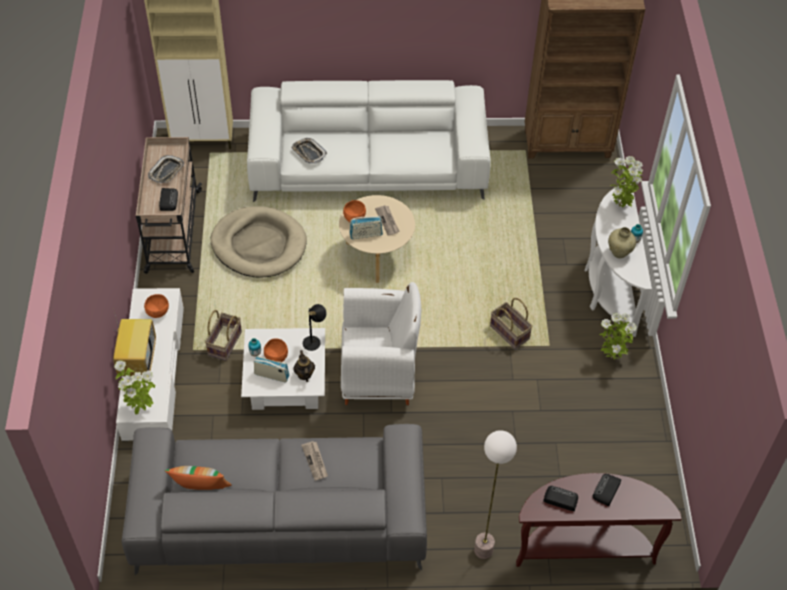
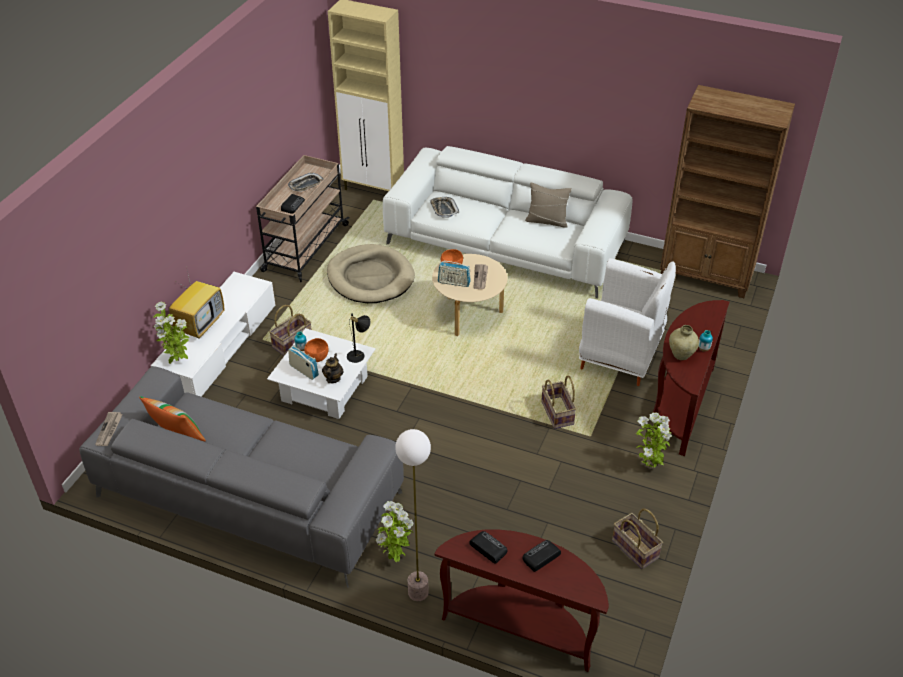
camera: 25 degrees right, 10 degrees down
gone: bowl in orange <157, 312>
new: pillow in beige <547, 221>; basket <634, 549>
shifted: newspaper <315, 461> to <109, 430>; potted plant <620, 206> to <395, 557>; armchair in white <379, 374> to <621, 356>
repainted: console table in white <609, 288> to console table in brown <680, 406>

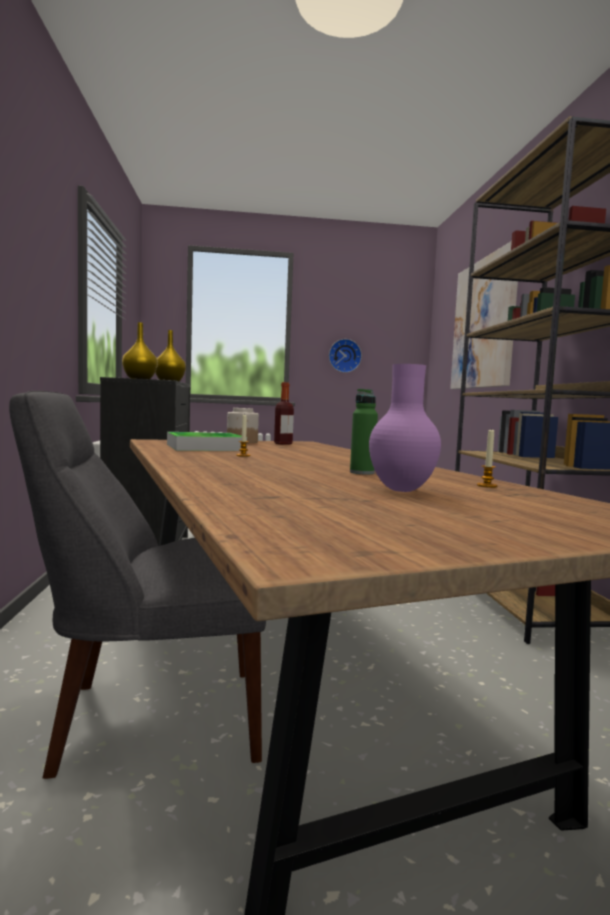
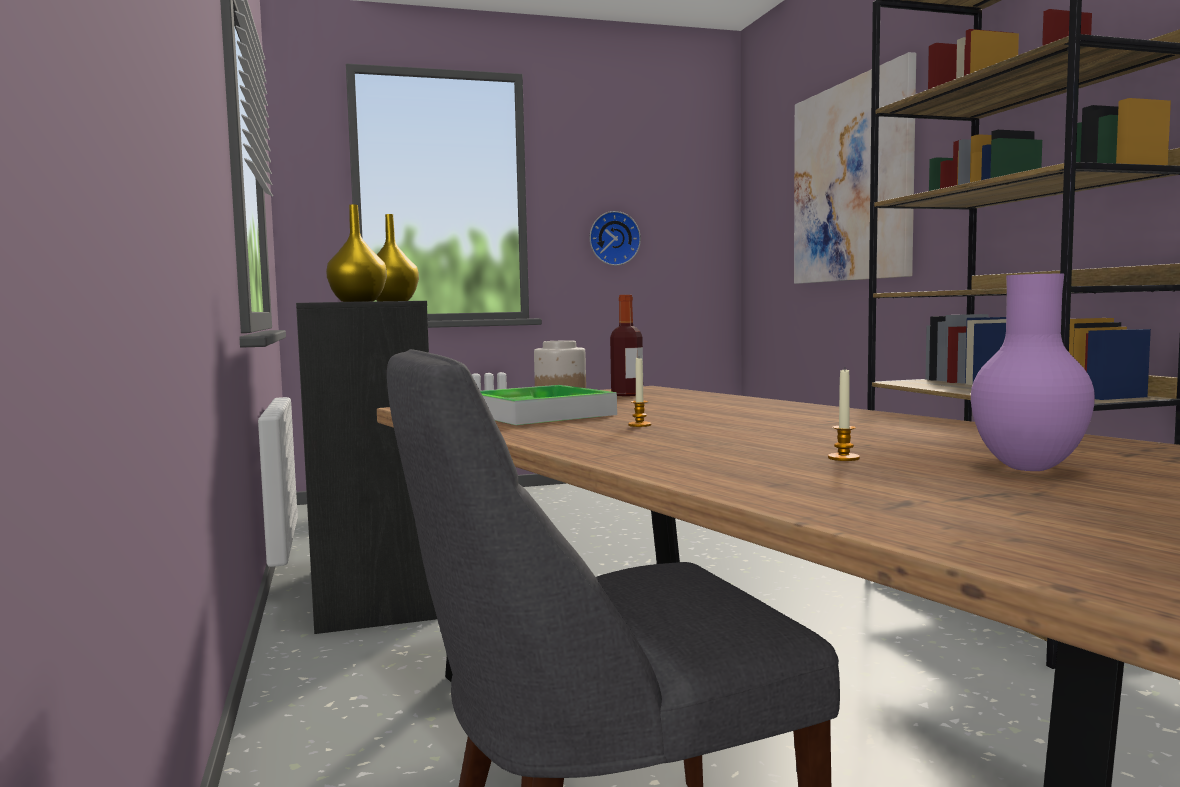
camera: 10 degrees left, 0 degrees up
gone: bottle in green <362, 472>
shifted: candle <487, 486> to <843, 458>

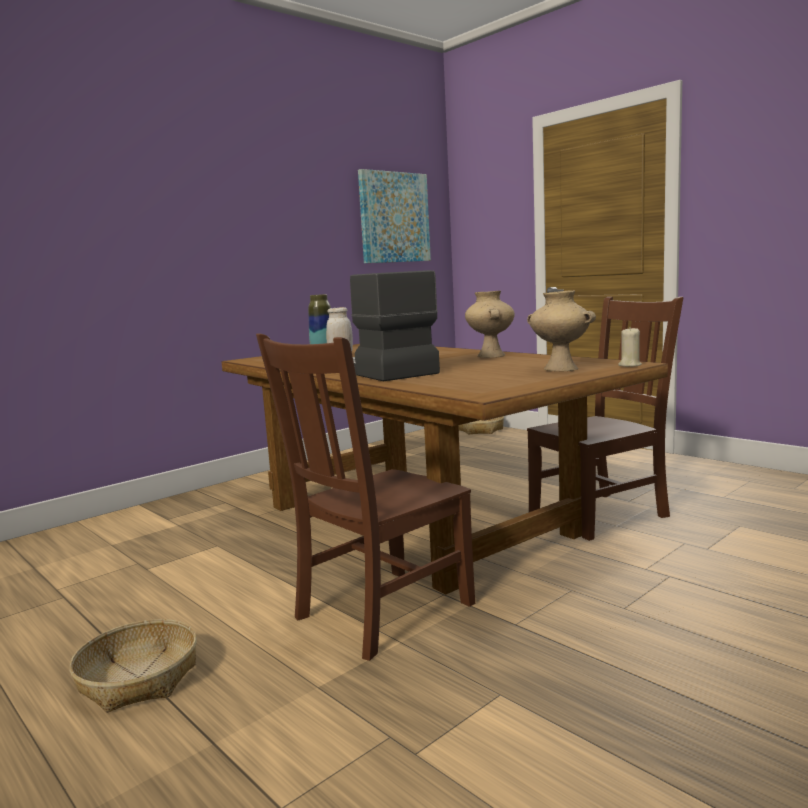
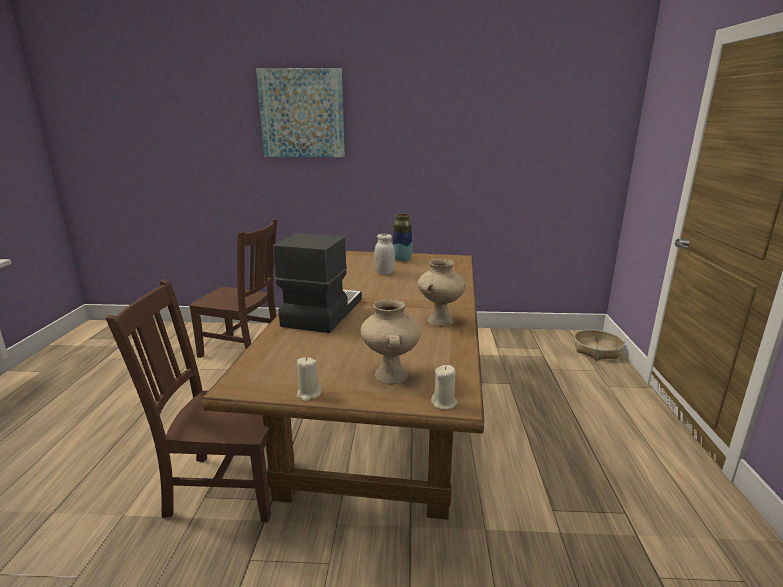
camera: 45 degrees right, 10 degrees up
gone: basket <138, 678>
new: candle in beige <308, 394>
shifted: chair in brown <602, 514> to <243, 350>; picture <394, 217> to <302, 113>

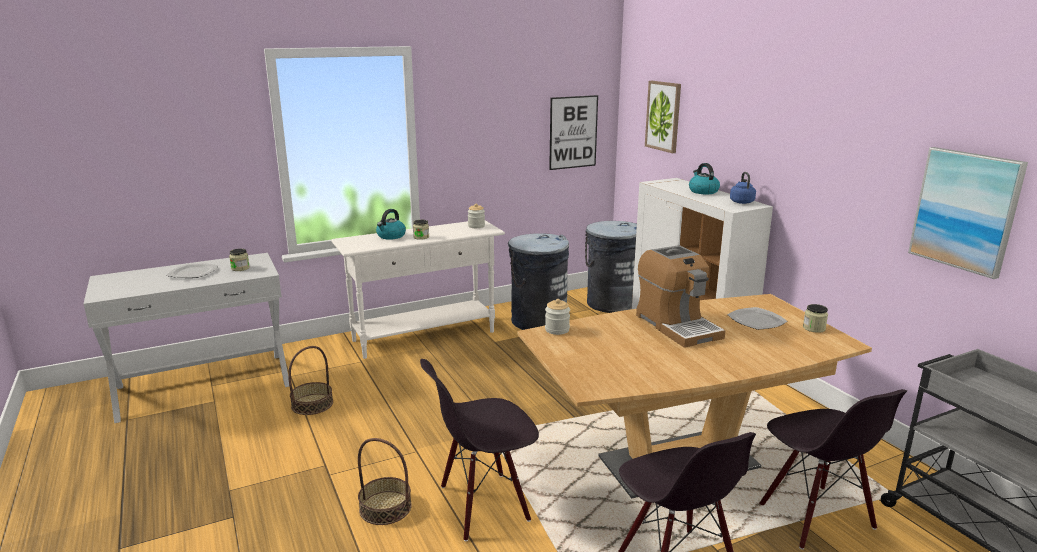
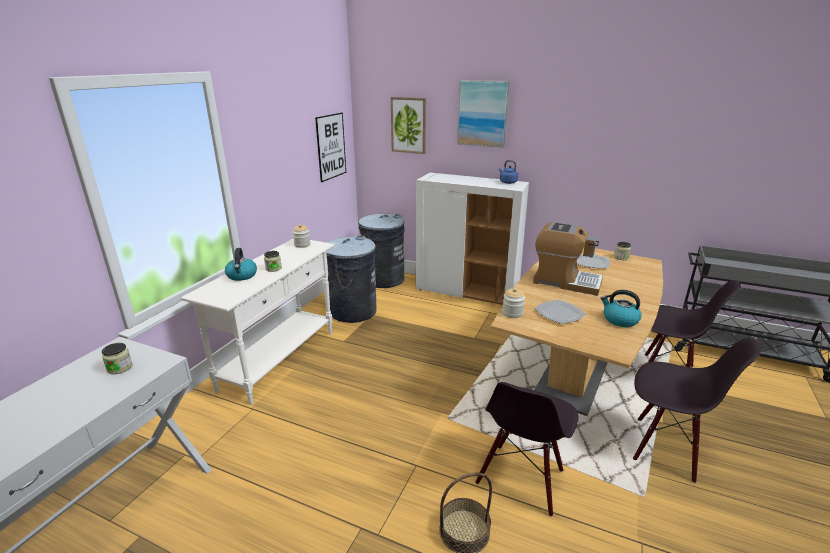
camera: 40 degrees left, 5 degrees up
gone: basket <312, 404>
shifted: picture <965, 210> to <483, 113>; plate <193, 272> to <559, 313>; kettle <703, 191> to <619, 320>

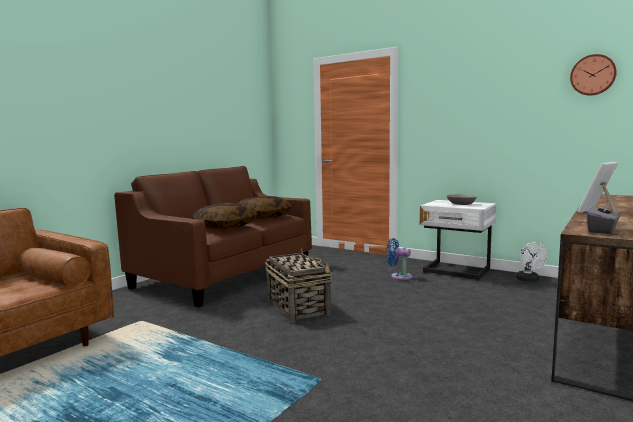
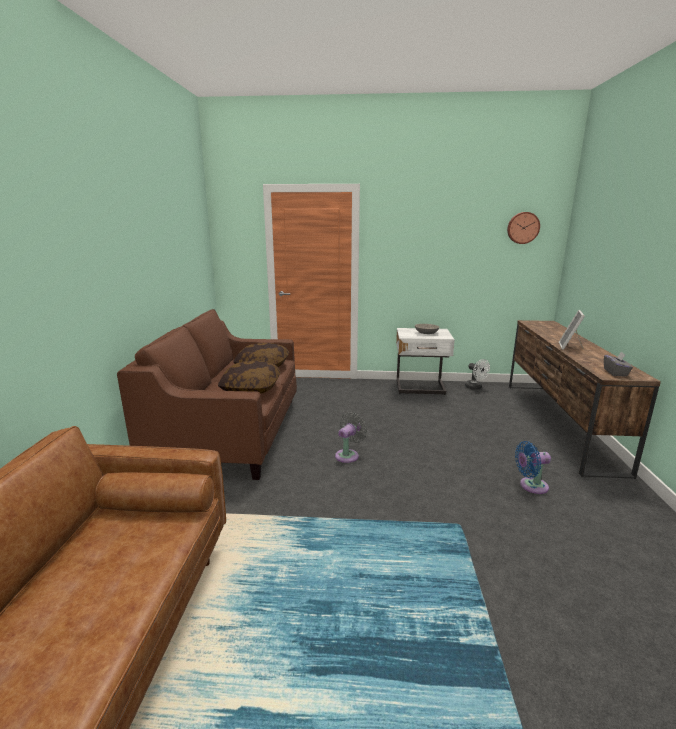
camera: 30 degrees left, 10 degrees up
shifted: fan in blue <399, 276> to <531, 486>
swapped: basket <297, 307> to fan in grey <348, 455>

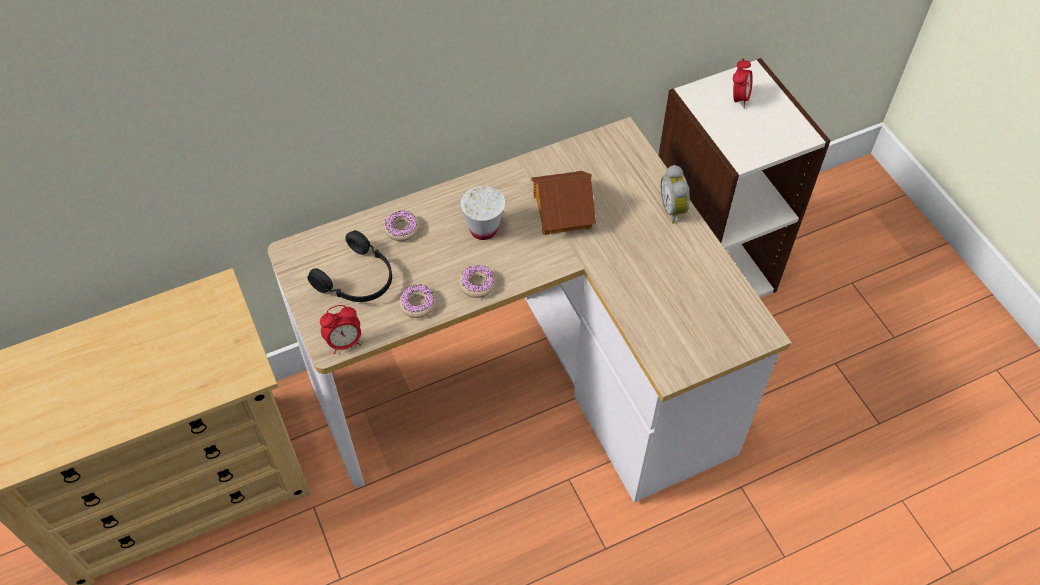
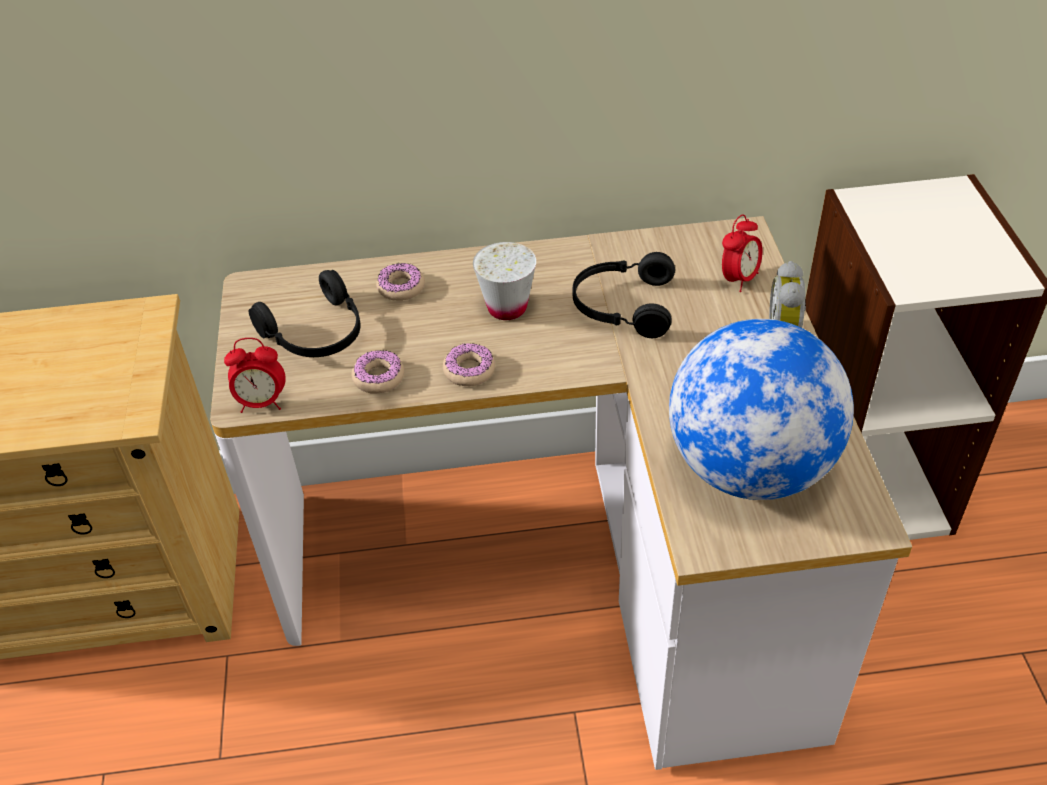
camera: 20 degrees right, 10 degrees down
new: globe <749, 468>
shifted: alarm clock <738, 98> to <739, 279>
swapped: toy house <561, 211> to headphones in black <622, 306>

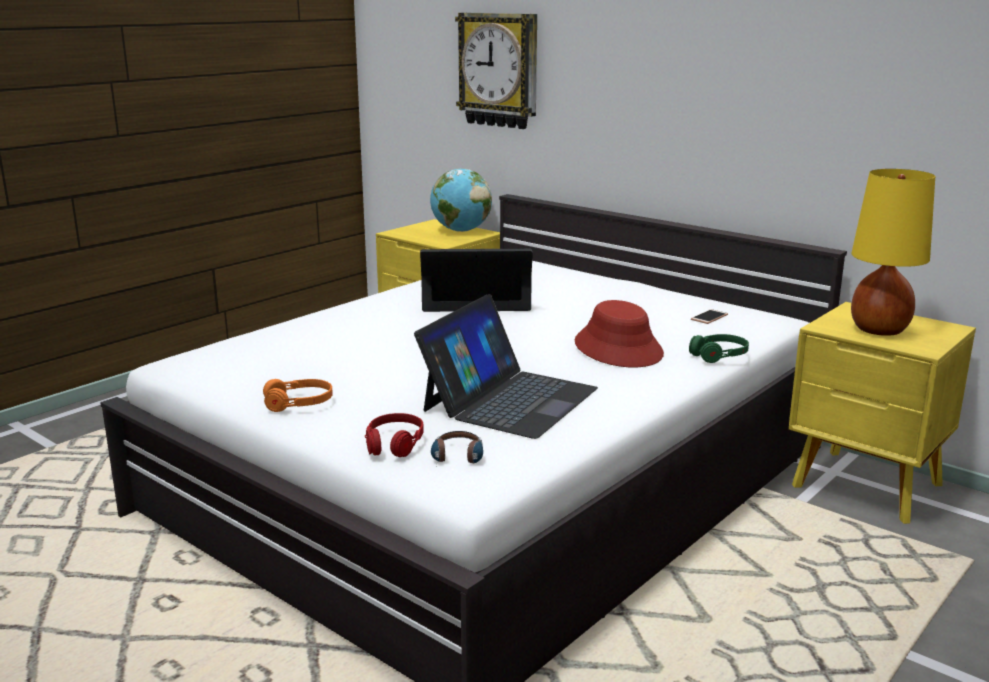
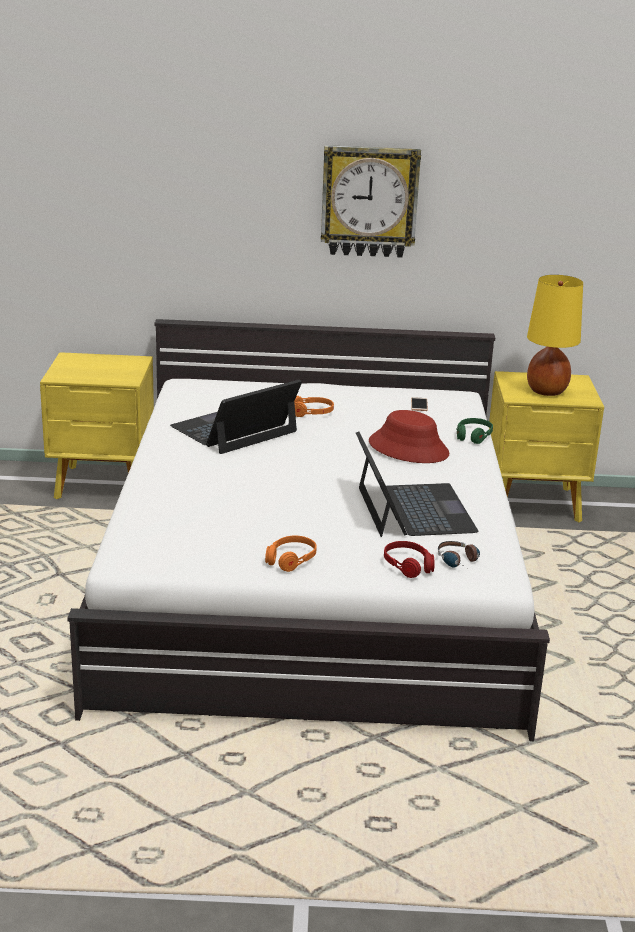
camera: 40 degrees left, 5 degrees up
gone: globe <461, 231>
new: headphones in orange <311, 413>
shifted: wall clock <499, 70> to <369, 201>

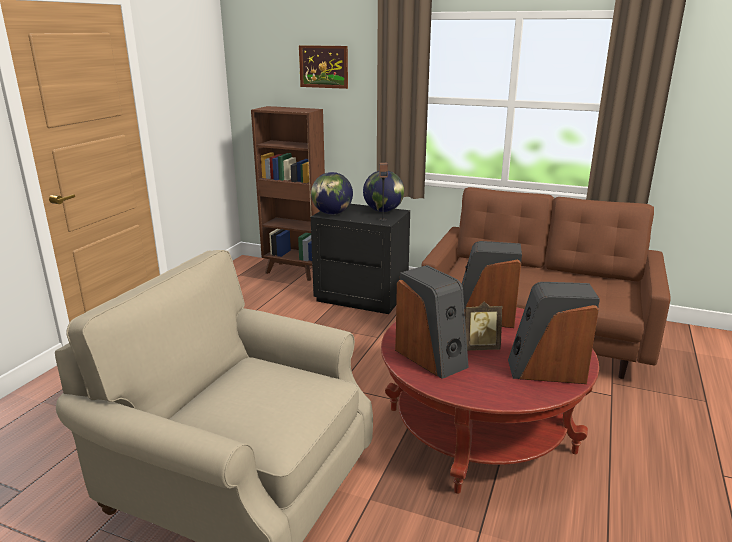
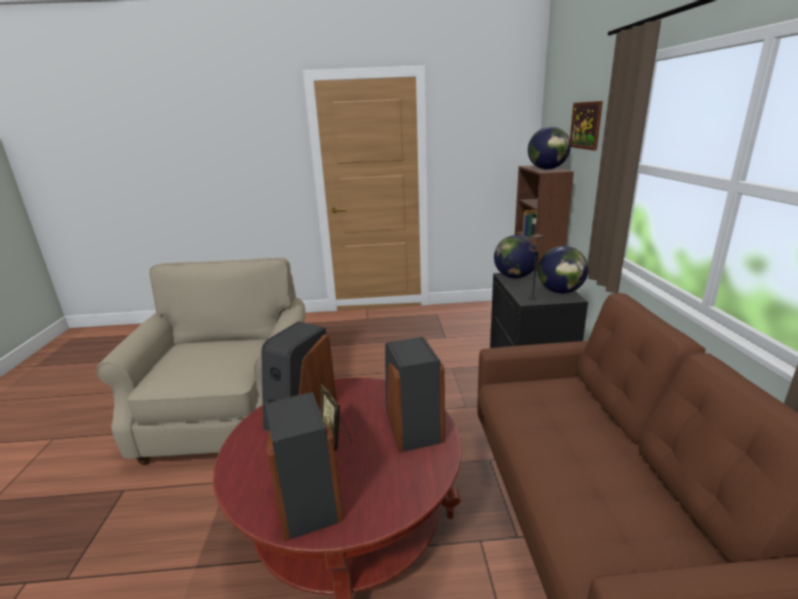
camera: 65 degrees right, 0 degrees up
new: globe <547, 169>

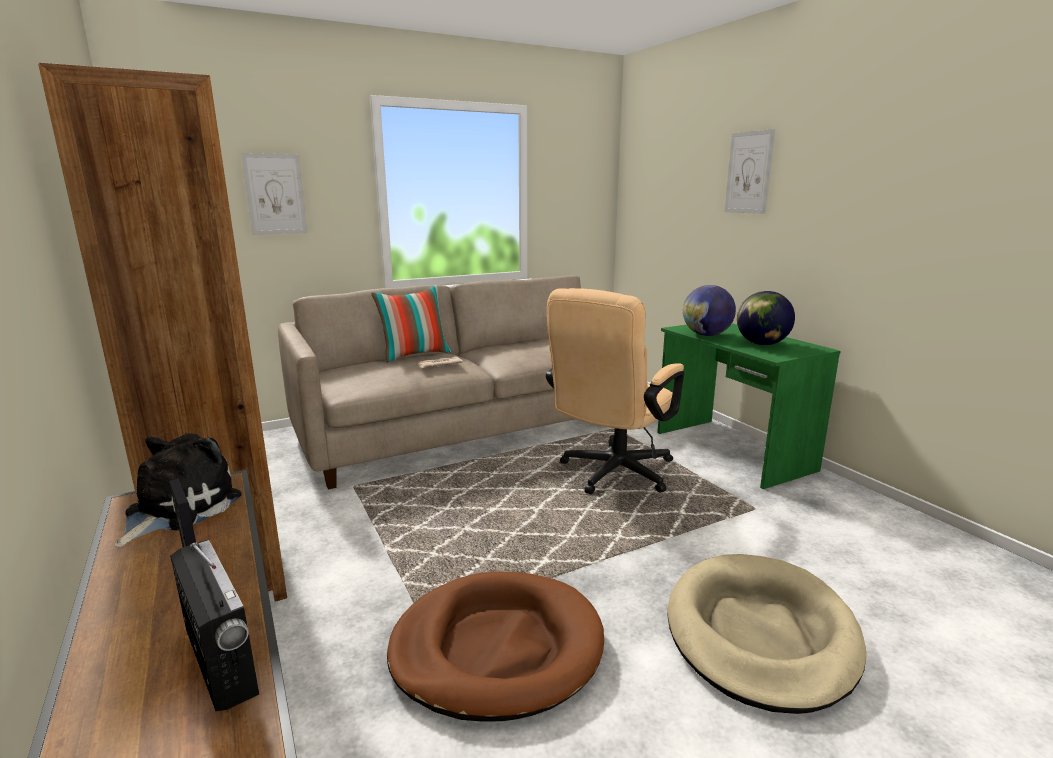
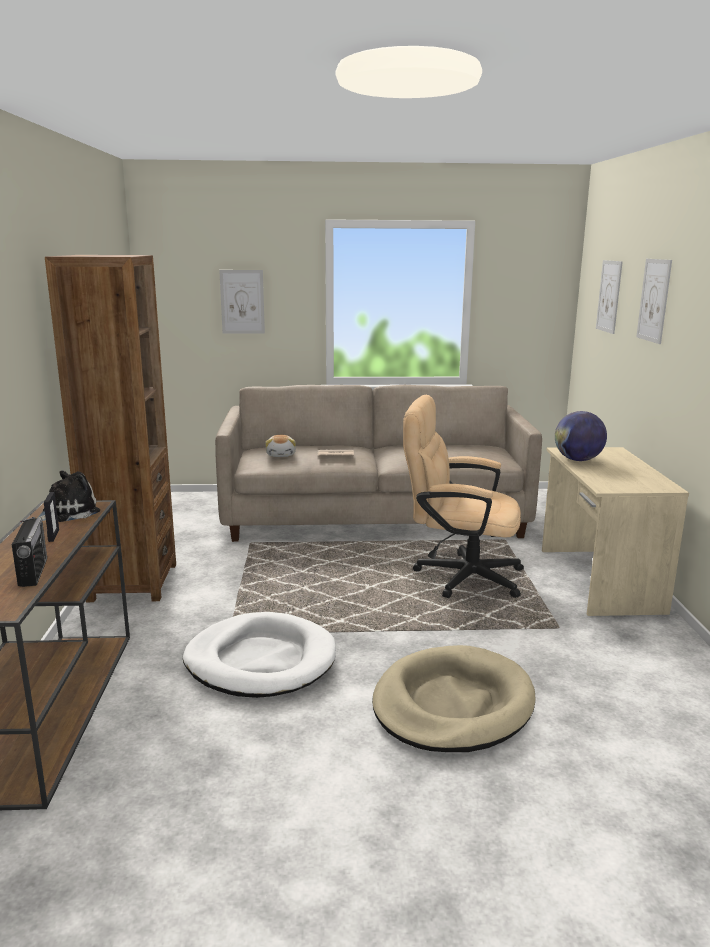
camera: 25 degrees right, 0 degrees up
gone: pillow <414, 355>; globe <761, 344>
new: plush toy <281, 455>; picture <609, 296>
repainted: dog bed in brown <496, 648> to dog bed in white <260, 660>; desk in green <731, 451> to desk in beige <598, 580>
rotated: office chair in beige <611, 475> = <458, 575> 45 degrees clockwise

